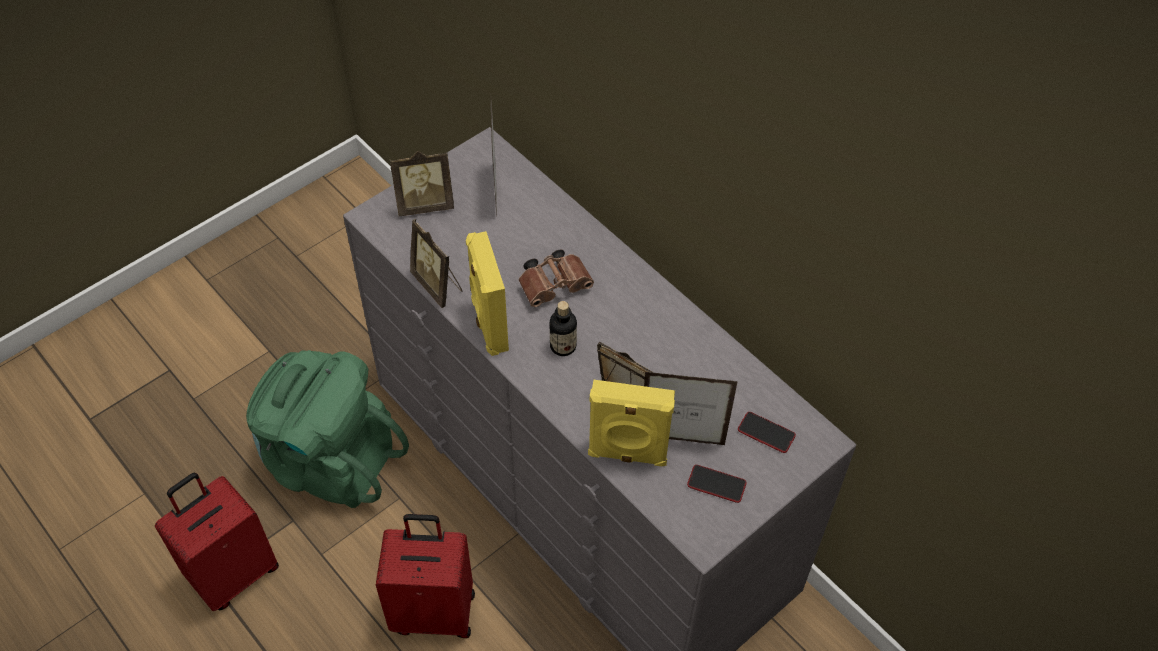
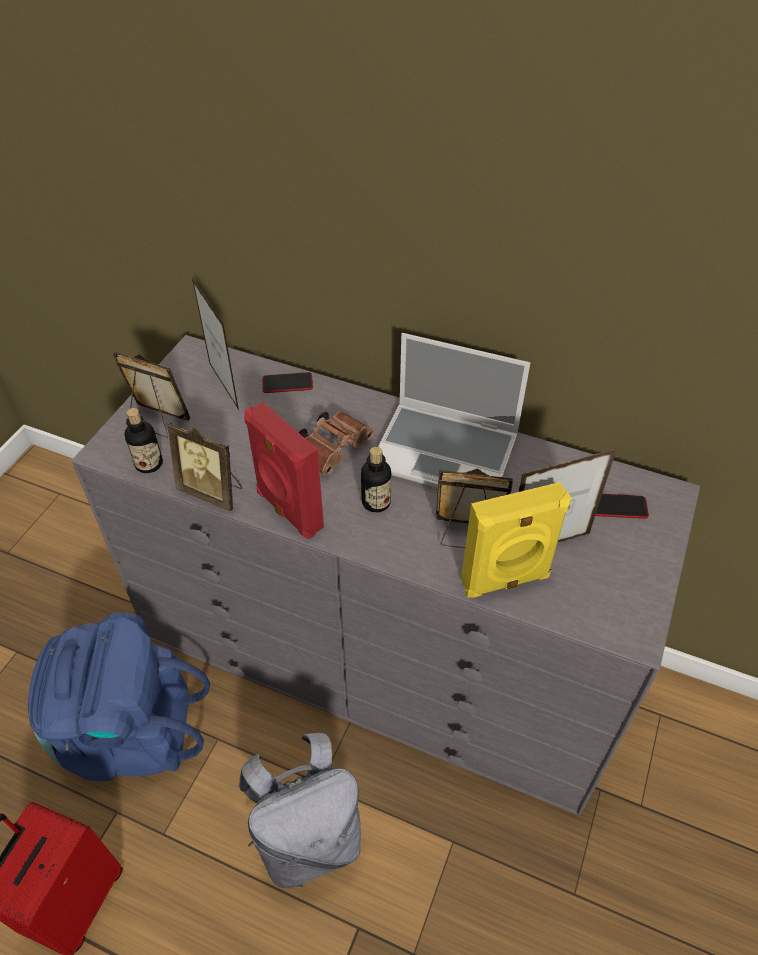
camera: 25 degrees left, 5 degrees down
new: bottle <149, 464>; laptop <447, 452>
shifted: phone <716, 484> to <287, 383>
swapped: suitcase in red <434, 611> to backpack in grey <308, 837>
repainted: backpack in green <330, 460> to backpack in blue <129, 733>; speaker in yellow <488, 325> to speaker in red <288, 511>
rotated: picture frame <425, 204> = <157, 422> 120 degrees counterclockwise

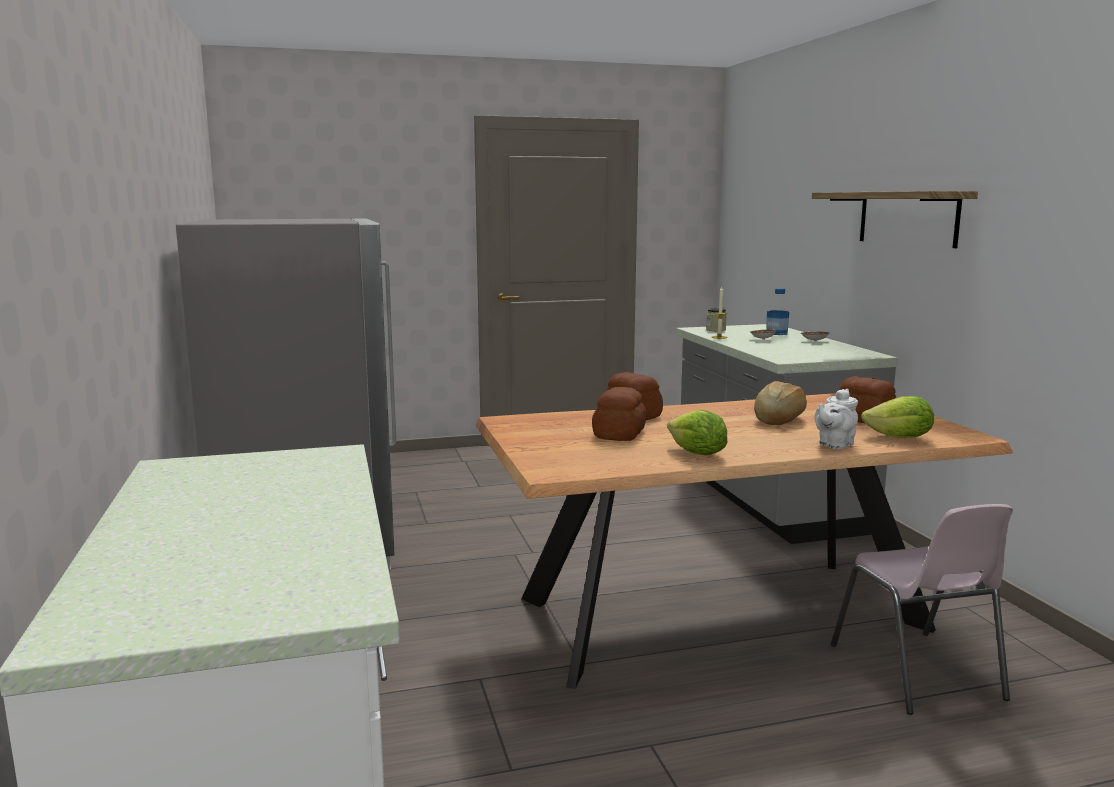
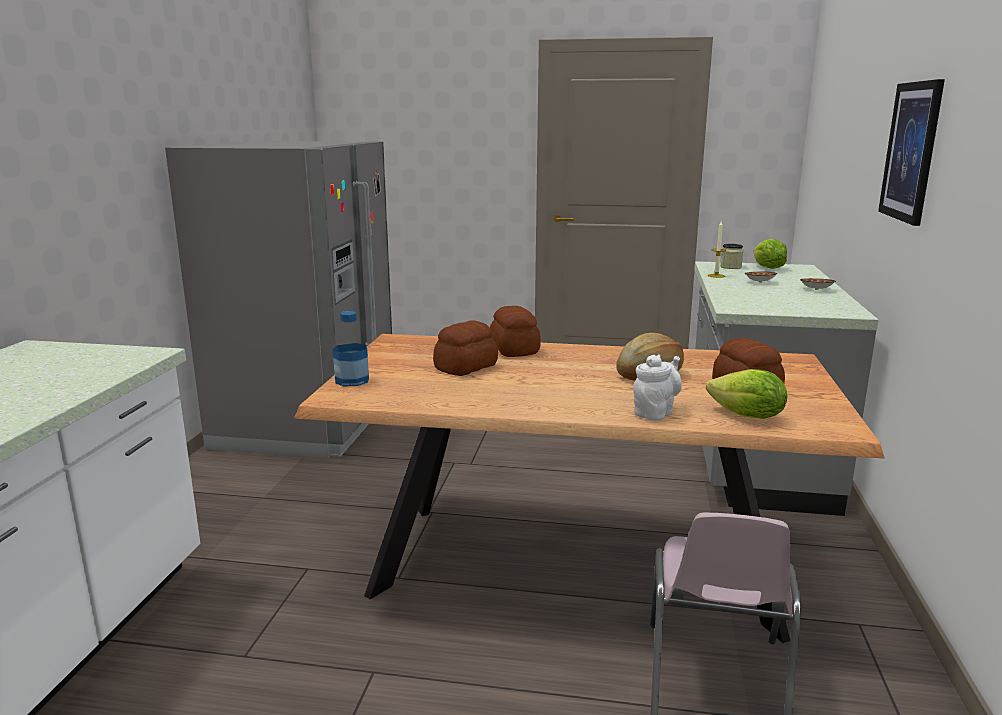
camera: 25 degrees right, 5 degrees up
shifted: bottle <776, 333> to <352, 380>; lettuce <697, 454> to <767, 268>
swapped: shelf <907, 218> to picture <911, 151>
rotated: teapot in white <834, 445> = <655, 413> 150 degrees clockwise

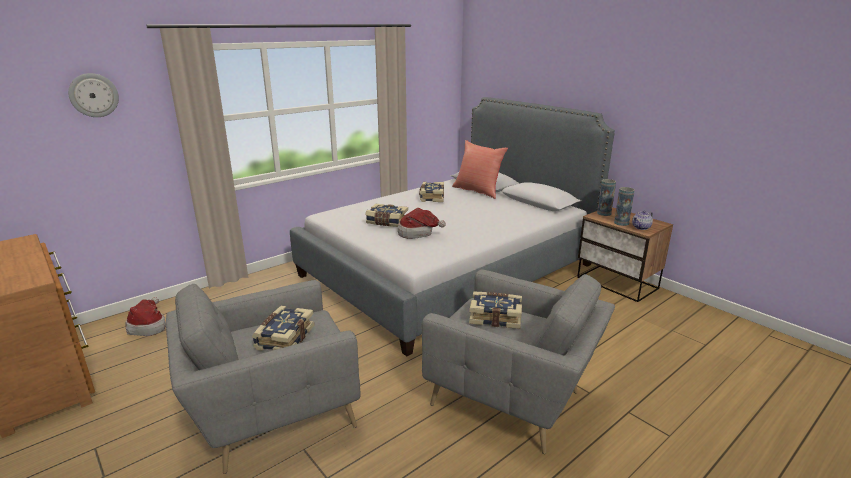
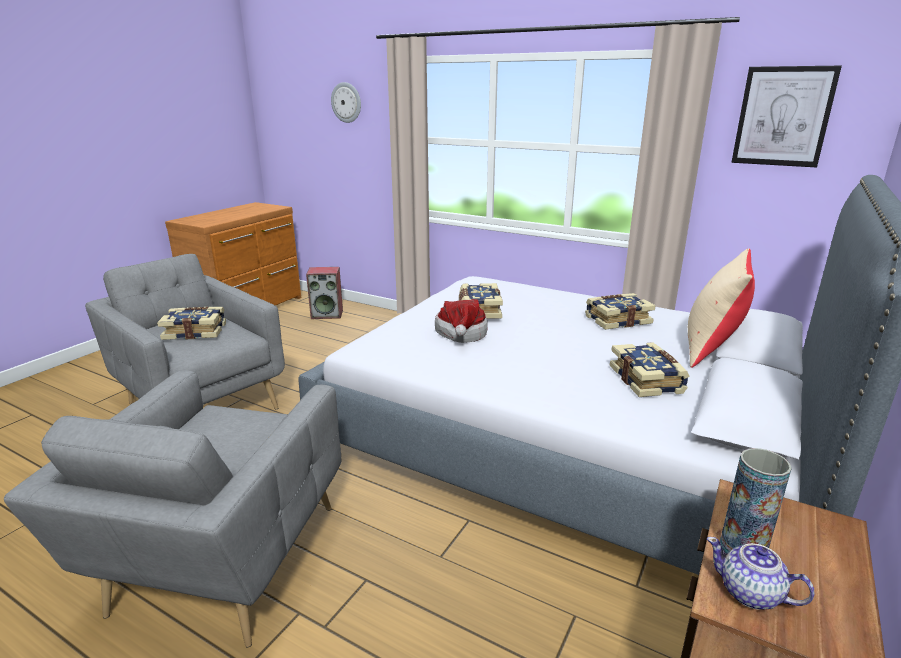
camera: 70 degrees right, 0 degrees up
gone: vase <604, 213>
new: picture <783, 117>
shifted: book <495, 317> to <647, 380>
swapped: hat <148, 326> to speaker <327, 314>
repainted: pillow in red <478, 191> to pillow in beige <711, 348>

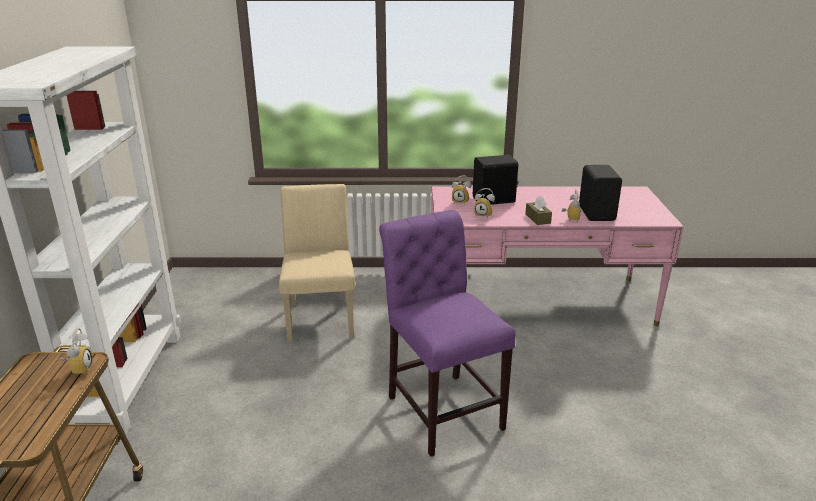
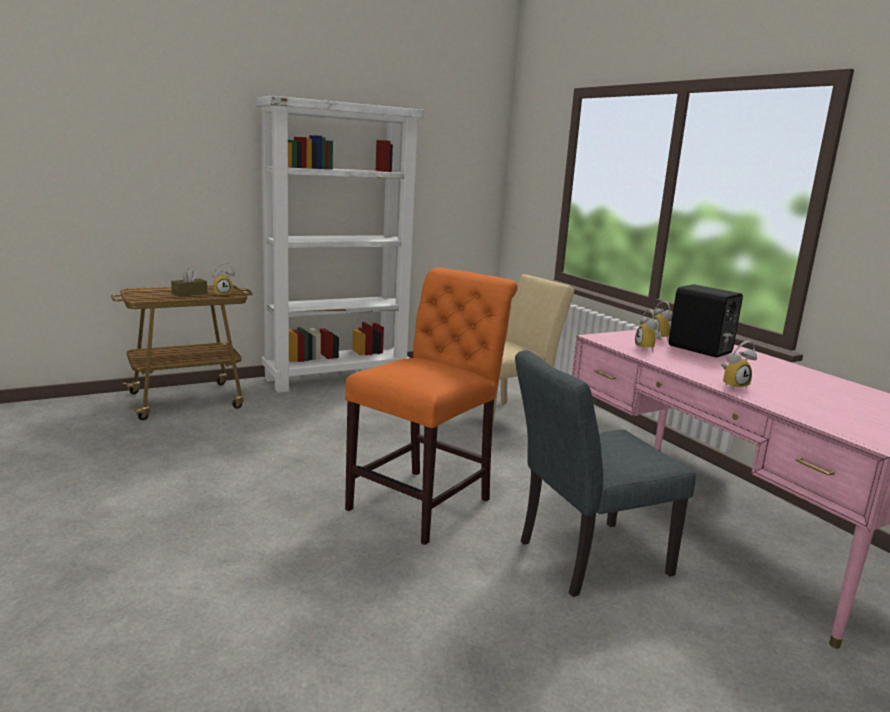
camera: 60 degrees right, 10 degrees down
gone: speaker in black <597, 213>
new: chair in grey <583, 559>
shifted: tissue box in brown <537, 218> to <189, 293>
repainted: chair in purple <442, 408> to chair in orange <426, 501>

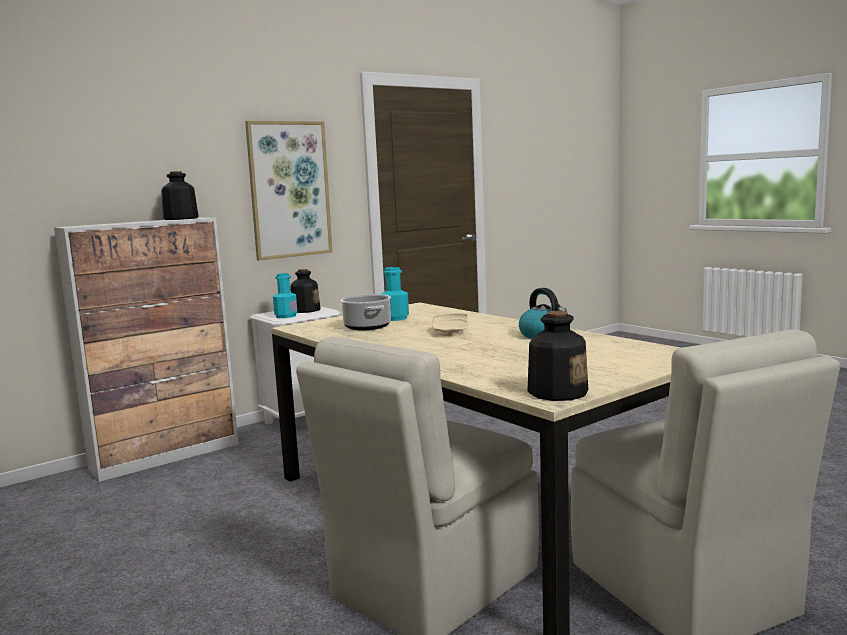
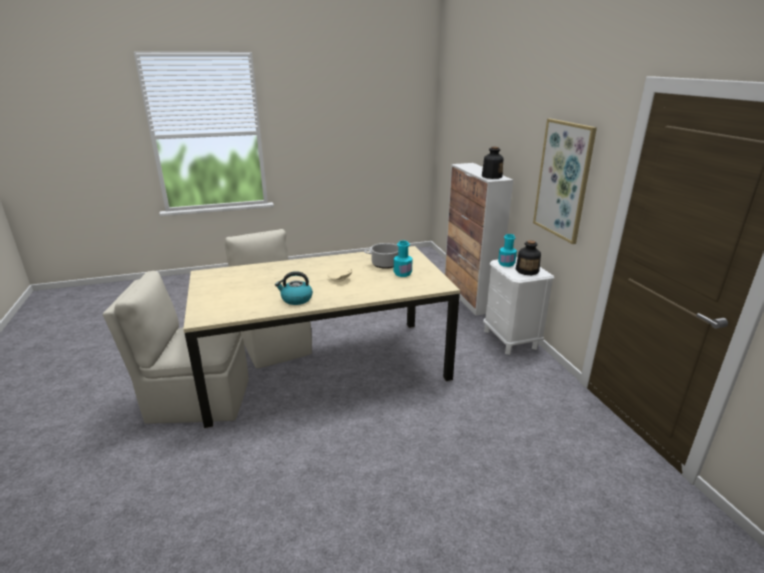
camera: 110 degrees right, 15 degrees up
gone: bottle <557, 392>

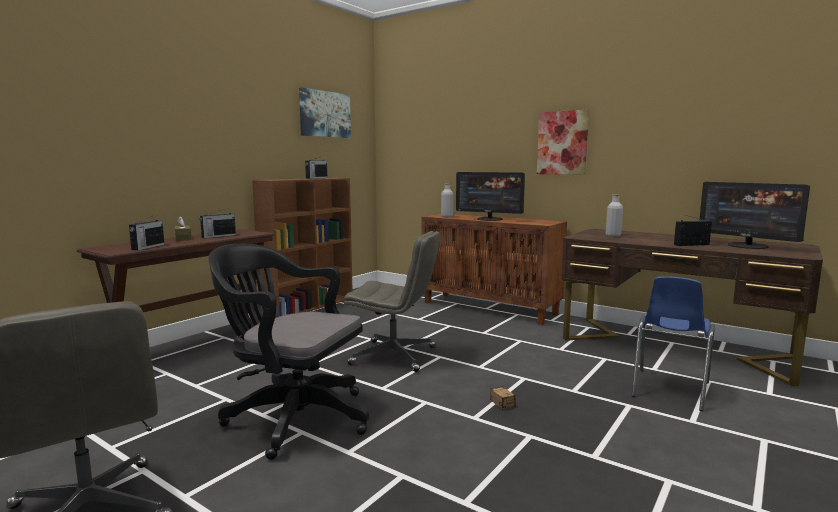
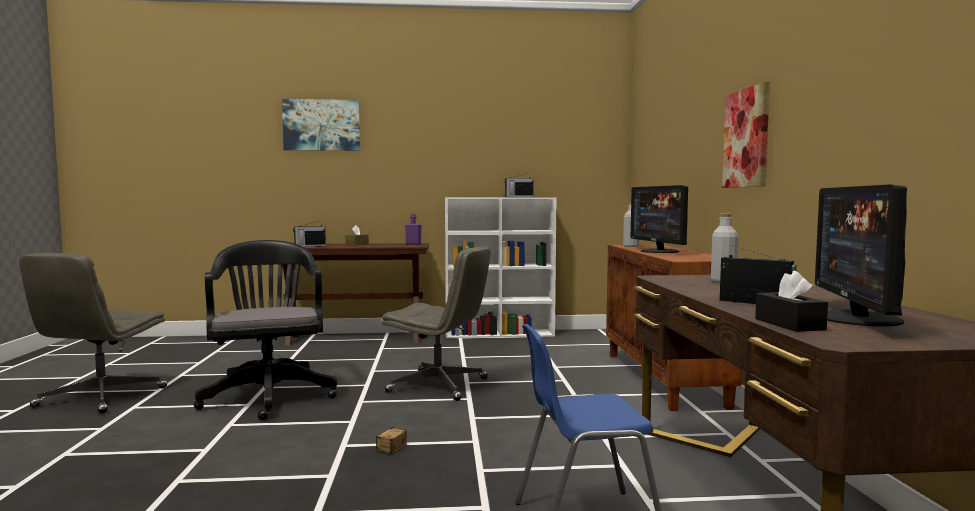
camera: 50 degrees right, 5 degrees down
gone: radio <218, 236>
new: bottle in purple <413, 244>; tissue box in black <789, 324>
shifted: picture <325, 114> to <321, 125>
repainted: bookcase in brown <309, 306> to bookcase in white <500, 334>
rotated: office chair in grey <394, 356> = <439, 385> 45 degrees counterclockwise

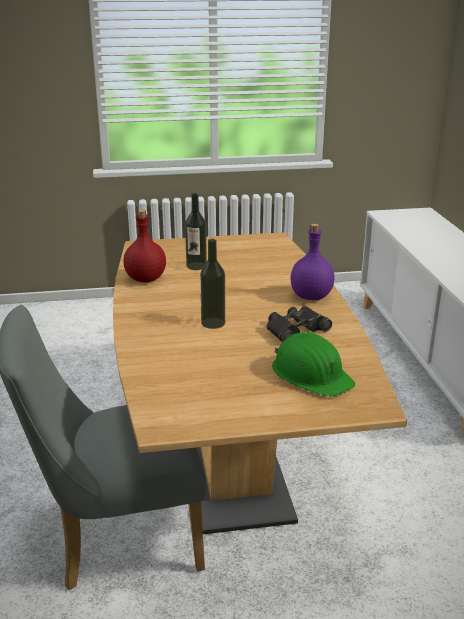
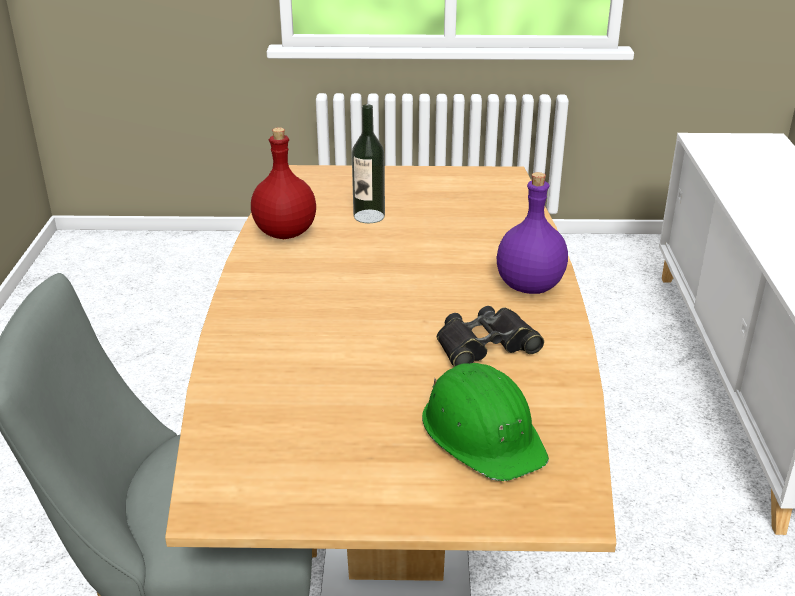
camera: 10 degrees right, 5 degrees up
gone: bottle <213, 323>

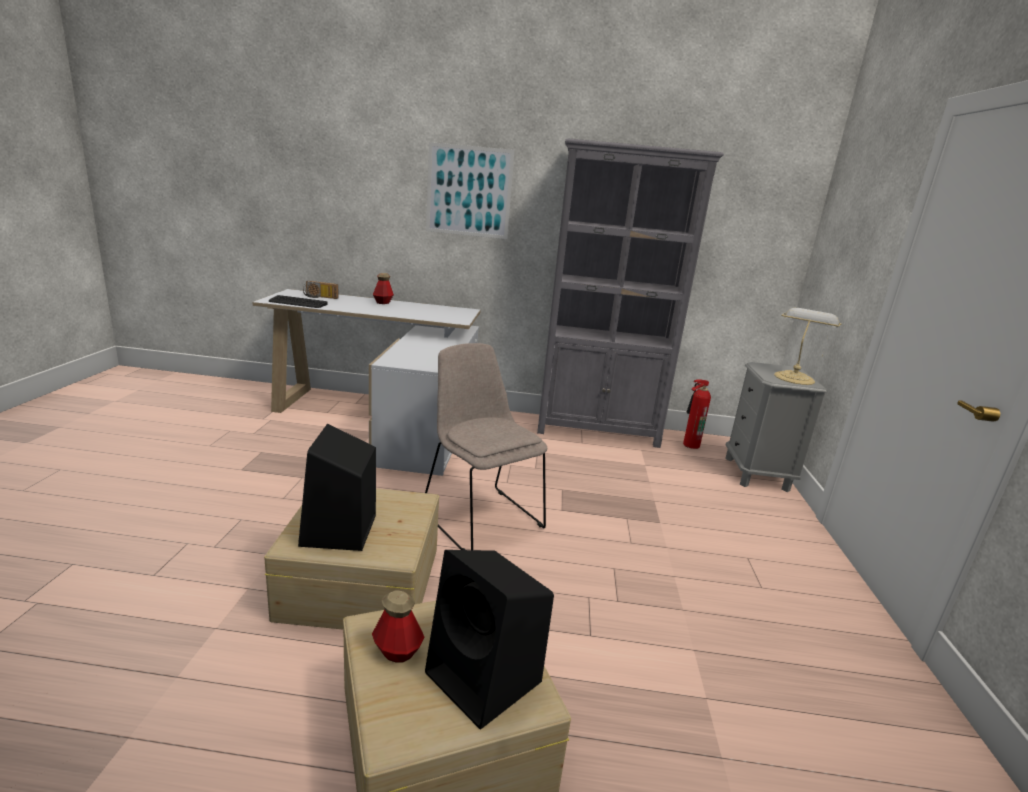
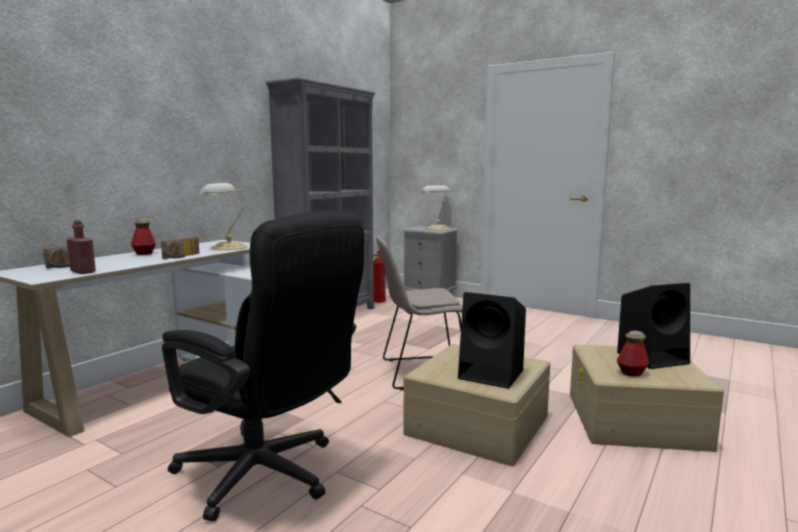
camera: 60 degrees left, 10 degrees down
gone: picture <469, 191>
new: radio <182, 256>; office chair in black <268, 476>; table lamp <227, 247>
swapped: keyboard <298, 303> to bottle in red <83, 272>

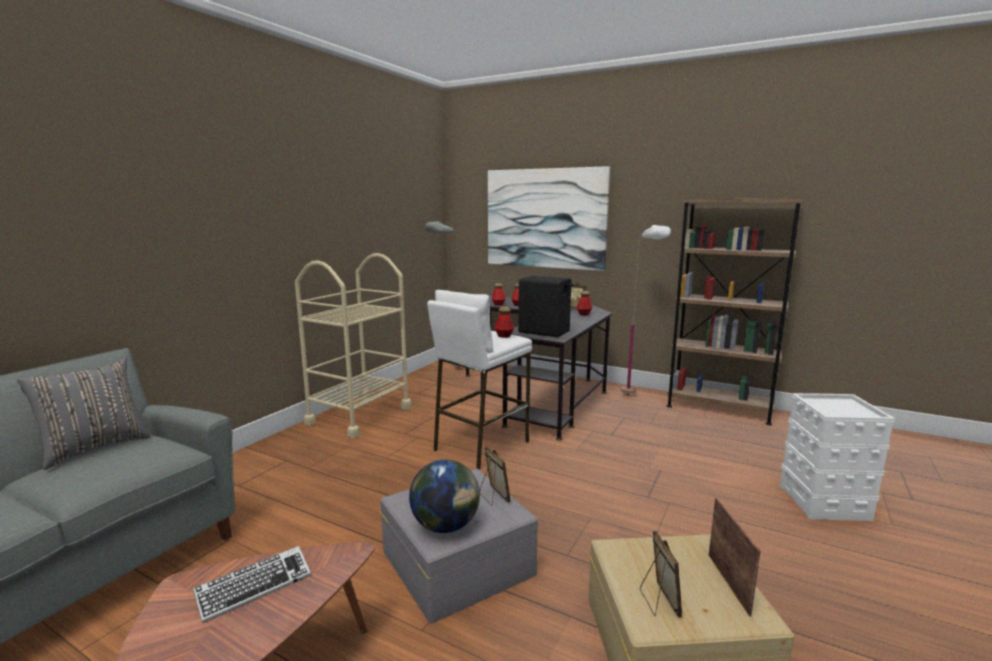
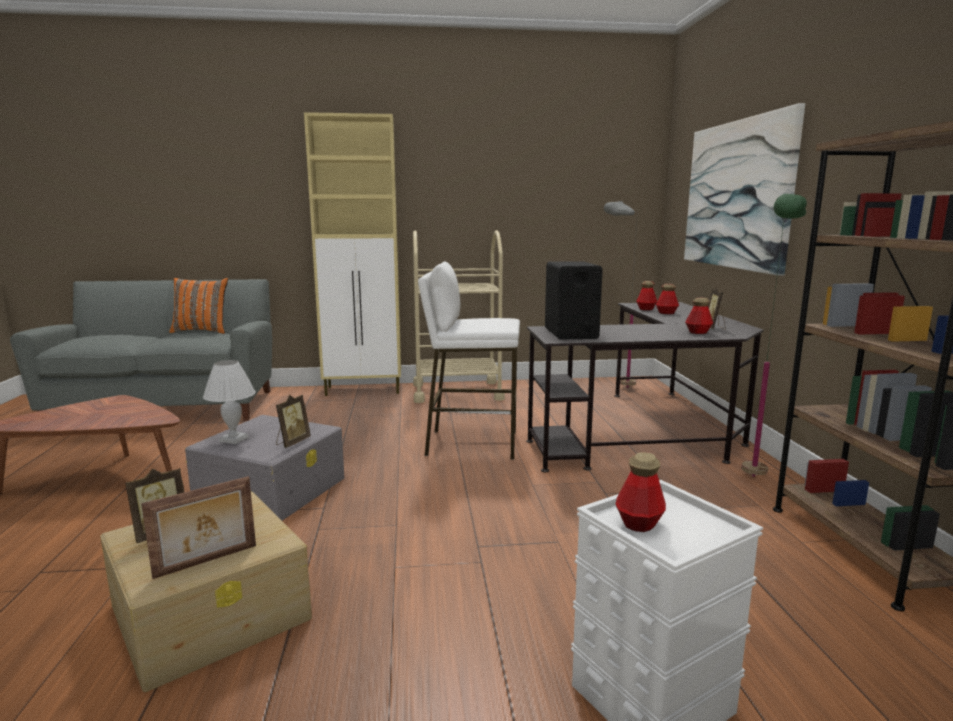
camera: 55 degrees right, 0 degrees up
gone: keyboard <254, 587>
new: cabinet in beige <364, 390>
shifted: bottle <504, 336> to <639, 523>
swapped: globe <446, 526> to table lamp in white <234, 439>
repainted: pillow in grey <94, 448> to pillow in orange <202, 331>; floor lamp in white <638, 399> to floor lamp in green <755, 485>

